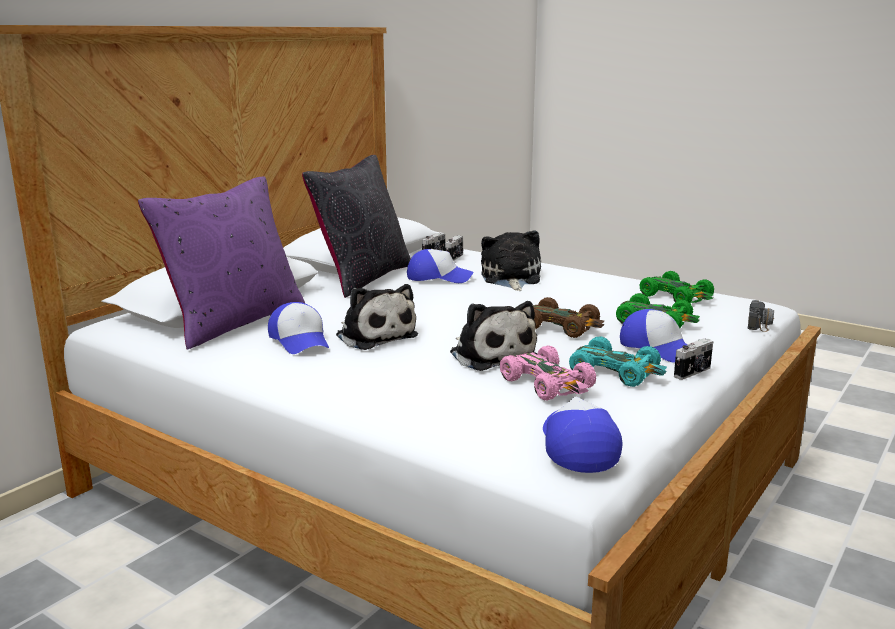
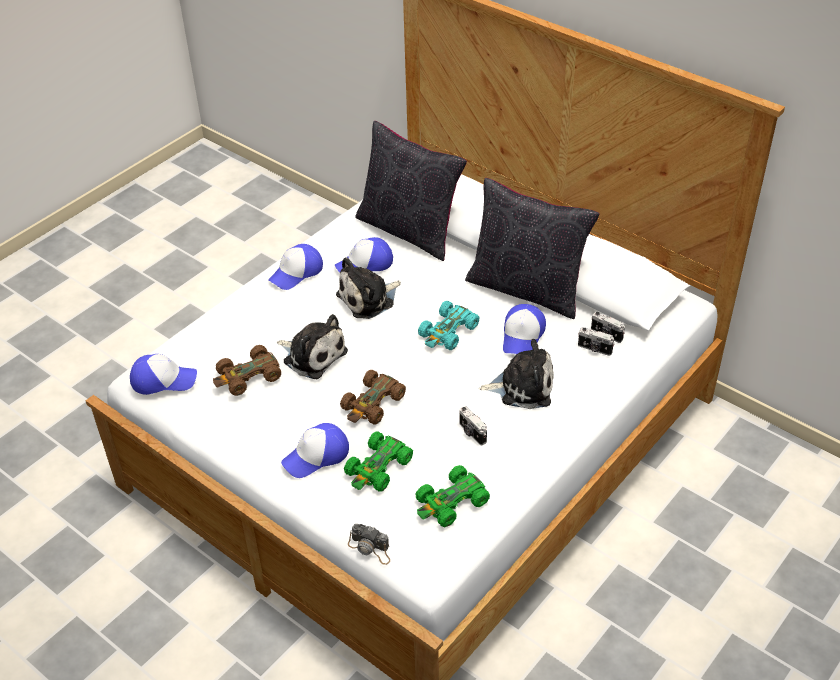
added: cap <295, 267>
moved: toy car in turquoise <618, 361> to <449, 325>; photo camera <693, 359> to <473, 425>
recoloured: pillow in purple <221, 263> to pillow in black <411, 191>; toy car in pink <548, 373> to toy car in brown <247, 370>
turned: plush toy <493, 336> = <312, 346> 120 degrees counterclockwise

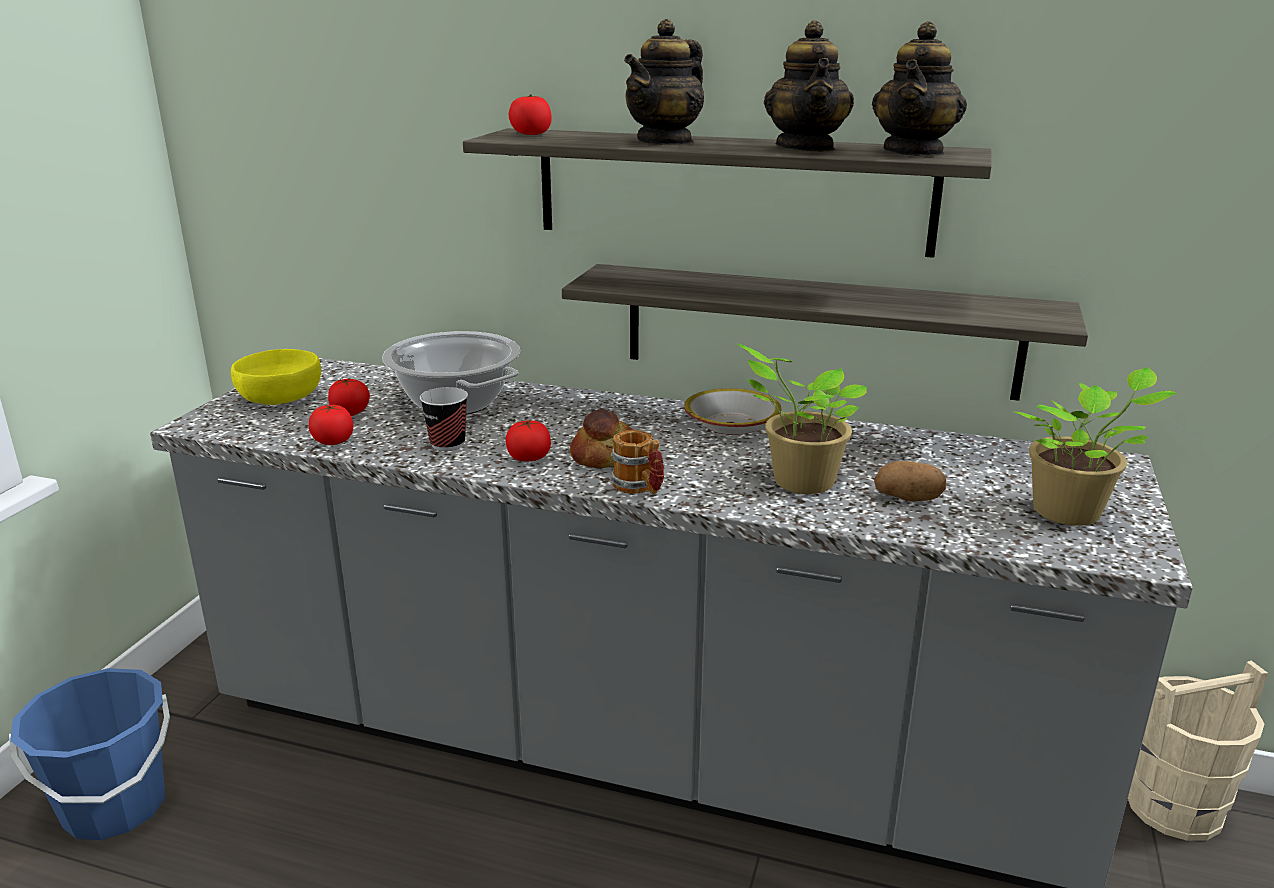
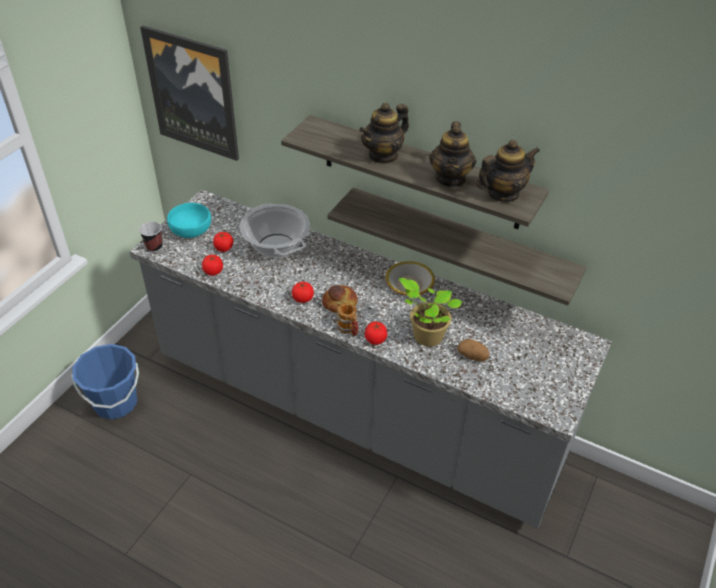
removed: potted plant <1095, 446>; bucket in beige <1198, 751>
added: picture <189, 93>
moved: tomato <530, 114> to <376, 333>; cup <444, 419> to <151, 237>
recoloured: bowl in yellow <276, 377> to bowl in turquoise <189, 220>
turned: teapot <919, 89> = <508, 171> 150 degrees counterclockwise

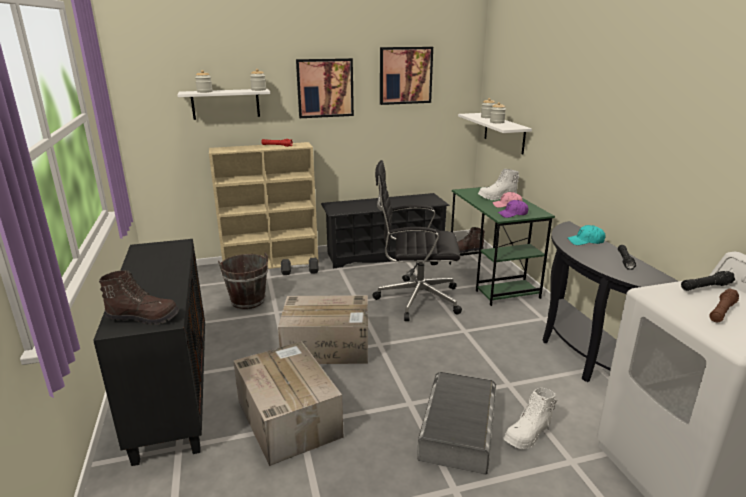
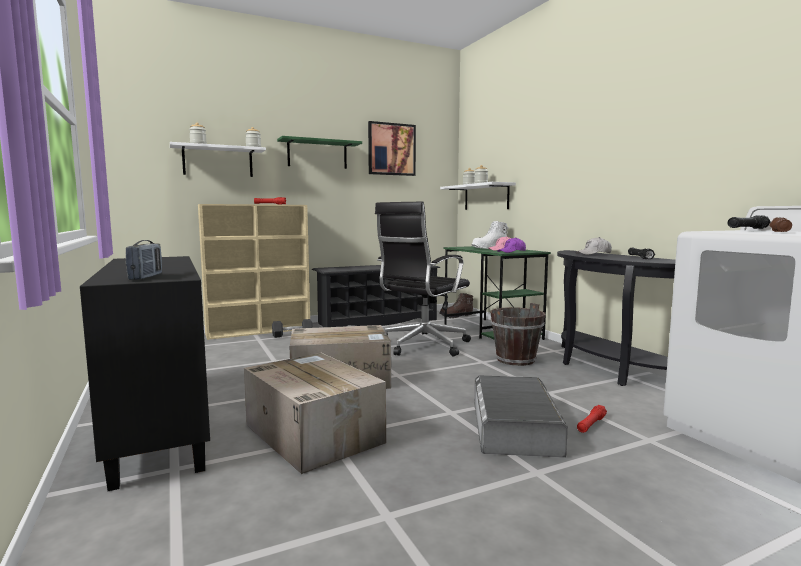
moved: bucket in brown <243, 281> to <518, 334>
replaced: picture <325, 88> to shelf in green <319, 152>; boot in brown <139, 297> to radio <144, 260>; boot in white <531, 418> to flashlight in red <592, 419>
recoloured: cap in turquoise <586, 235> to cap in white <594, 246>
turned: office chair in black <417, 240> = <423, 279> 45 degrees counterclockwise

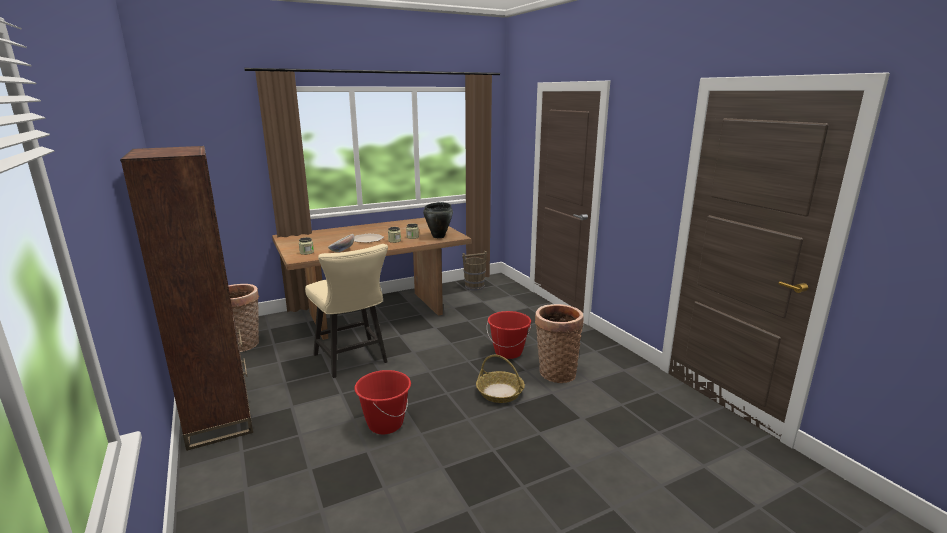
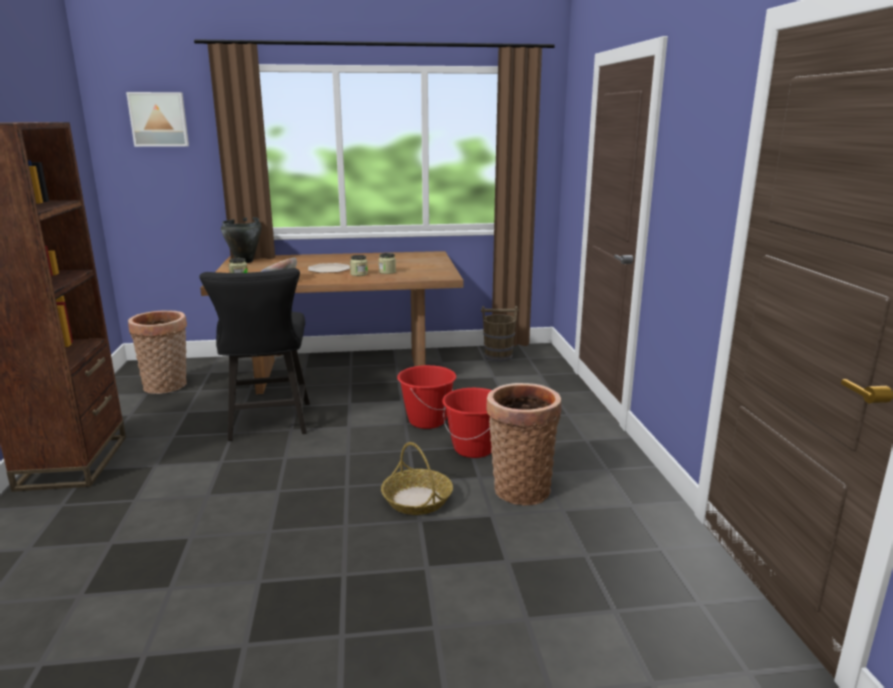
added: picture <157, 119>
moved: cooking pot in black <438, 220> to <241, 240>; bucket in red <382, 402> to <426, 397>
recoloured: chair in beige <346, 311> to chair in black <254, 354>

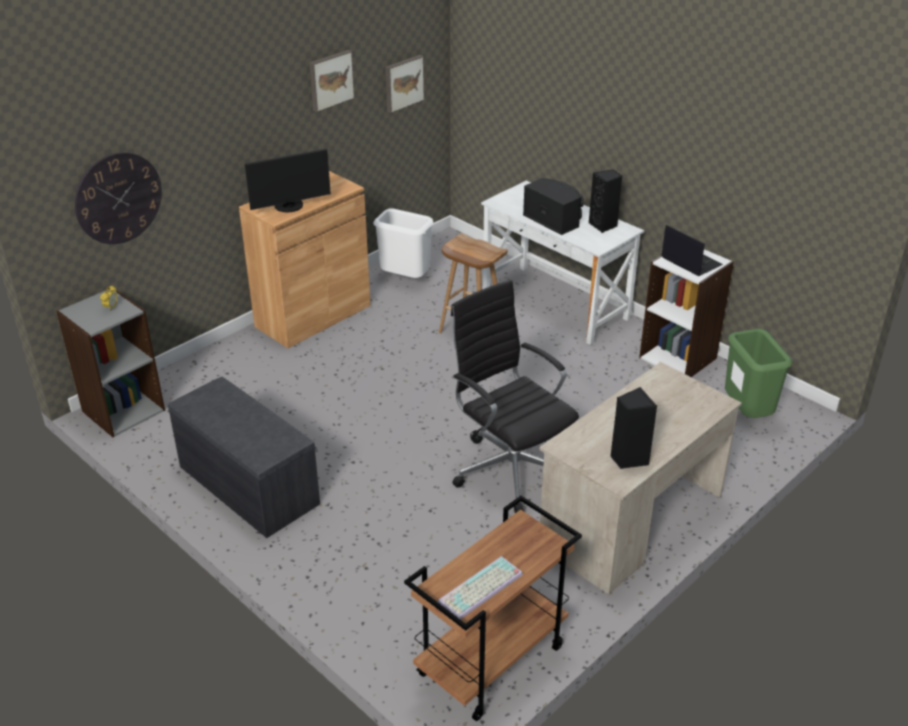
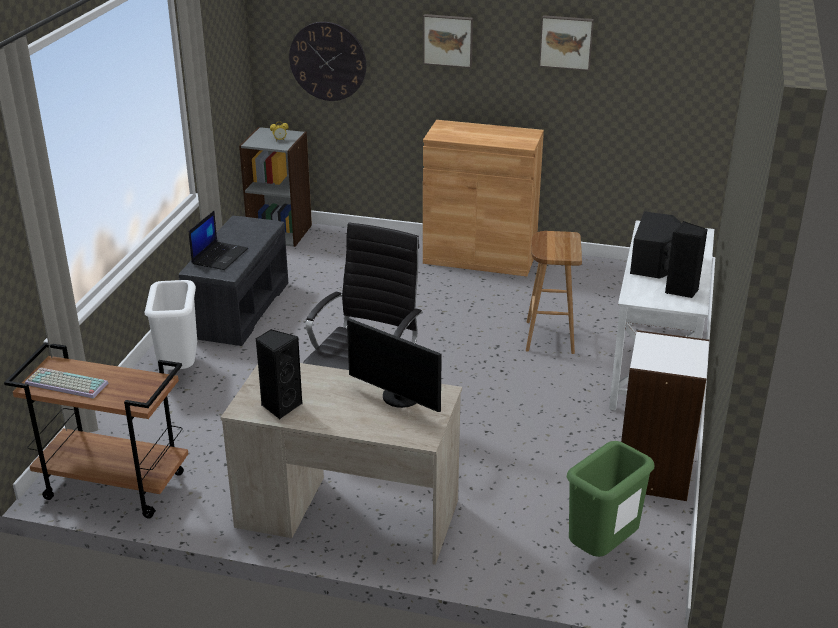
moved: picture <405, 84> to <448, 41>; monitor <288, 180> to <394, 364>; trash can in white <403, 243> to <171, 325>; laptop <692, 250> to <218, 240>

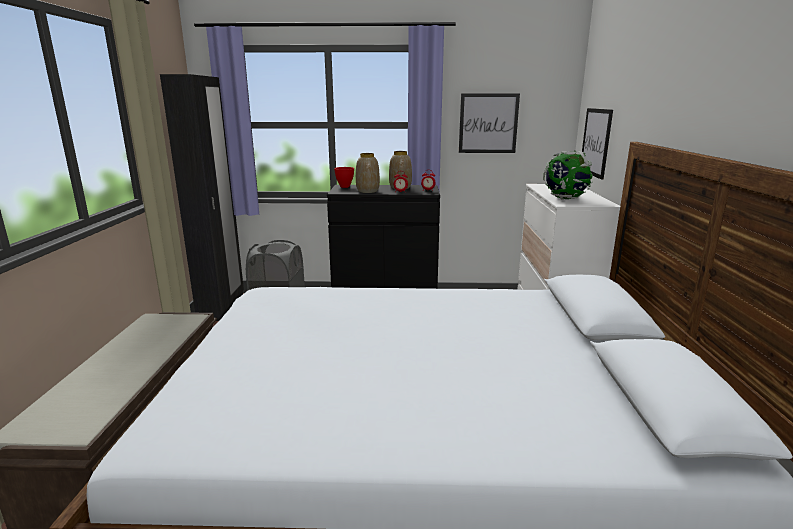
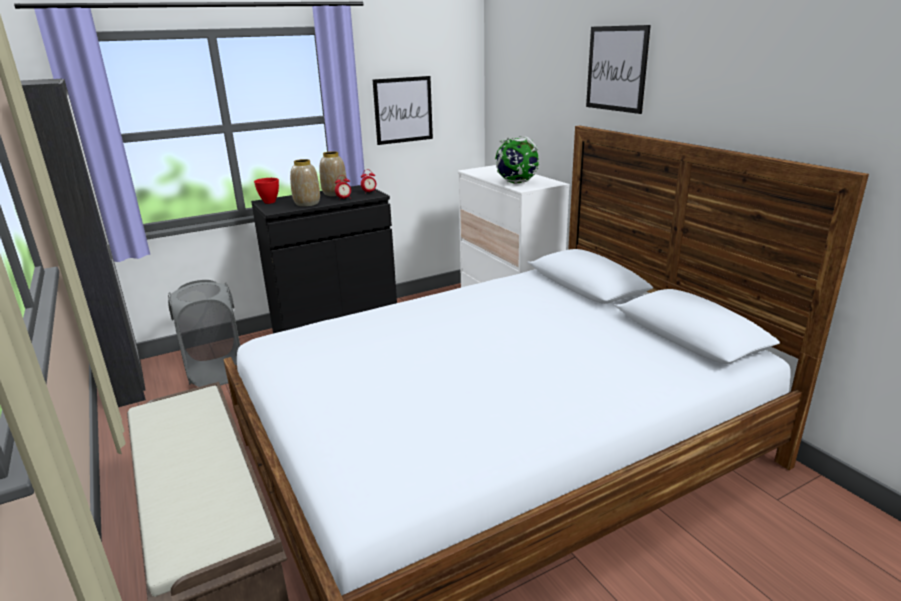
moved: picture <597, 144> to <618, 69>

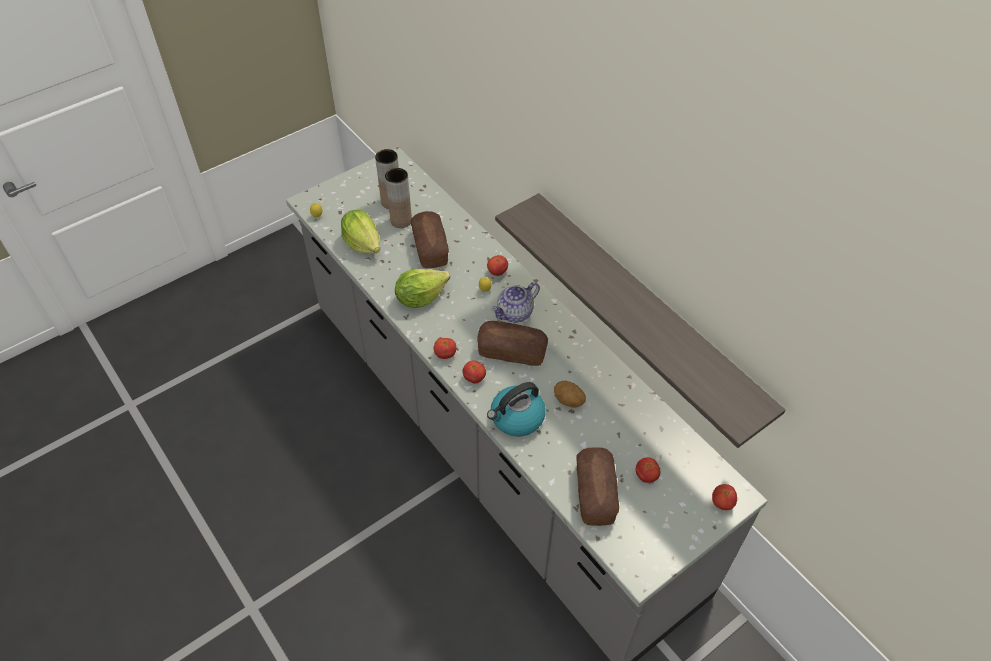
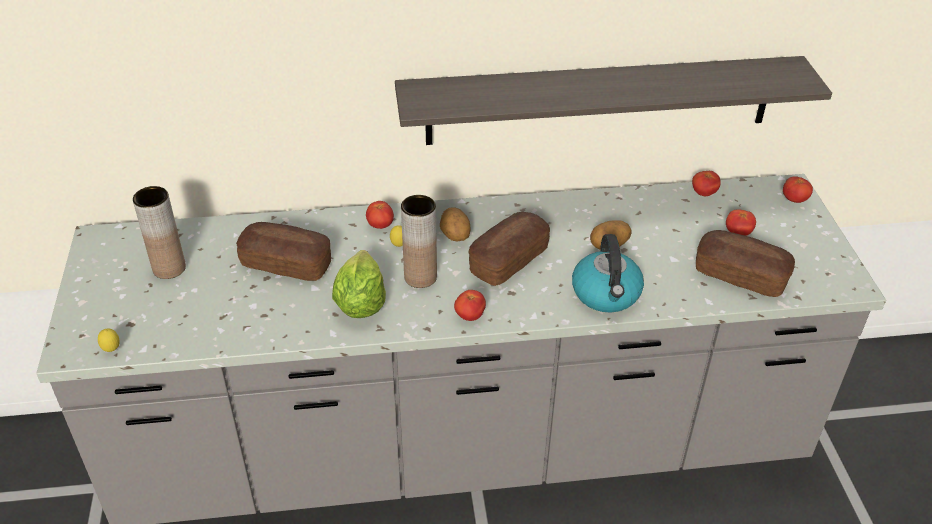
removed: lettuce <360, 232>
moved: vase in brown <398, 198> to <419, 241>; tomato <474, 372> to <706, 183>
replaced: teapot <515, 302> to potato <455, 224>

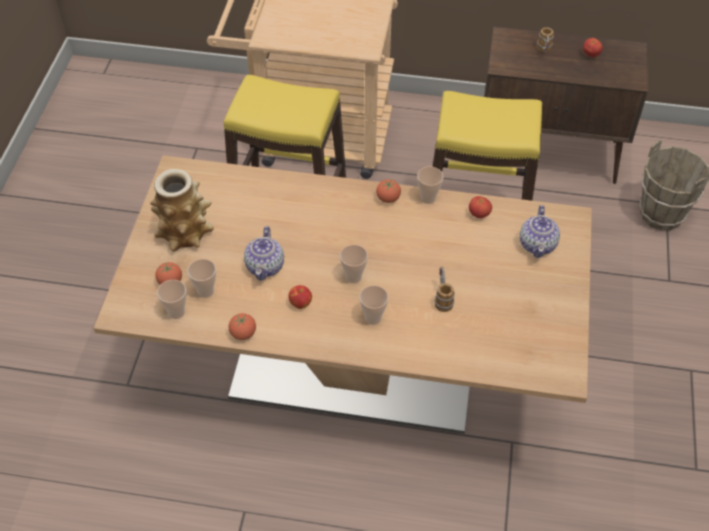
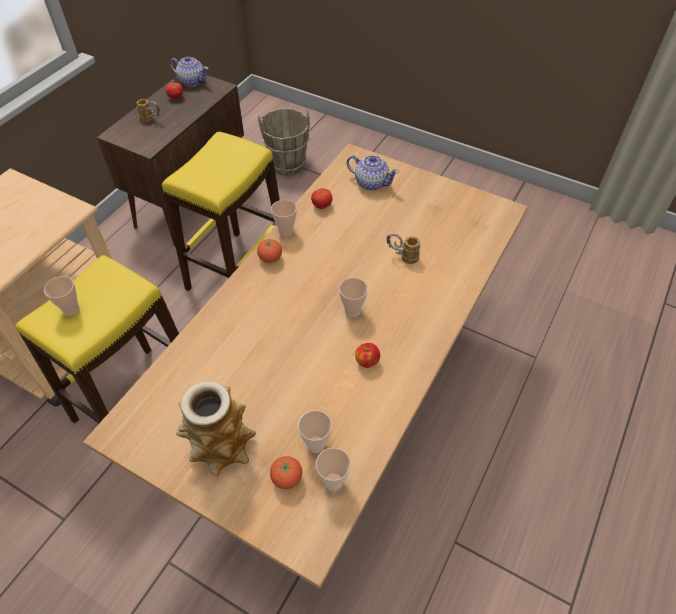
removed: tomato <242, 326>
moved: teapot <264, 253> to <189, 71>; cup <373, 305> to <61, 296>

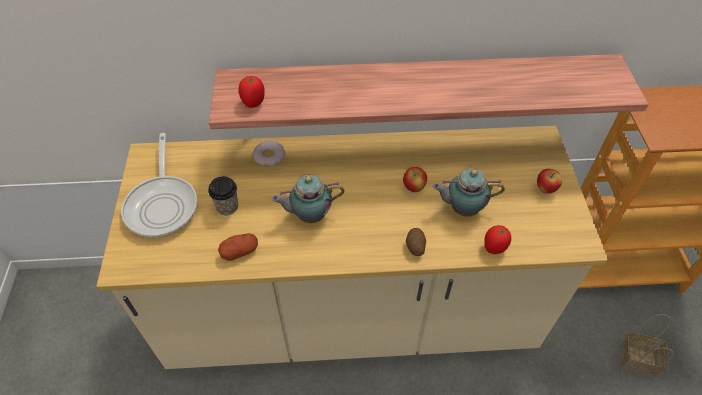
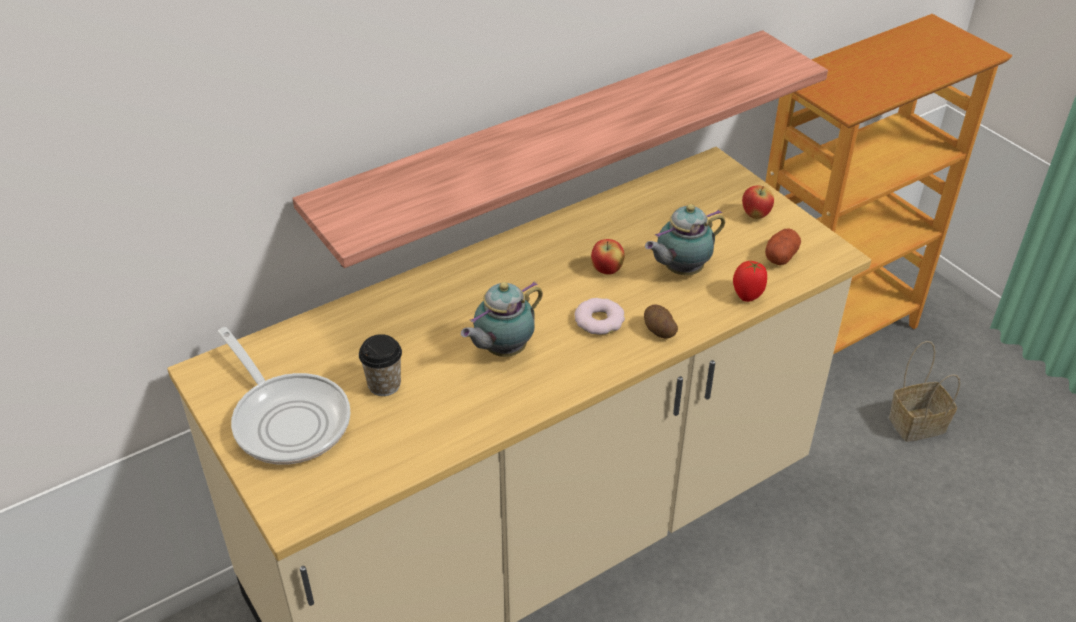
removed: tomato <251, 92>
moved: donut <269, 153> to <600, 316>; potato <238, 247> to <783, 246>

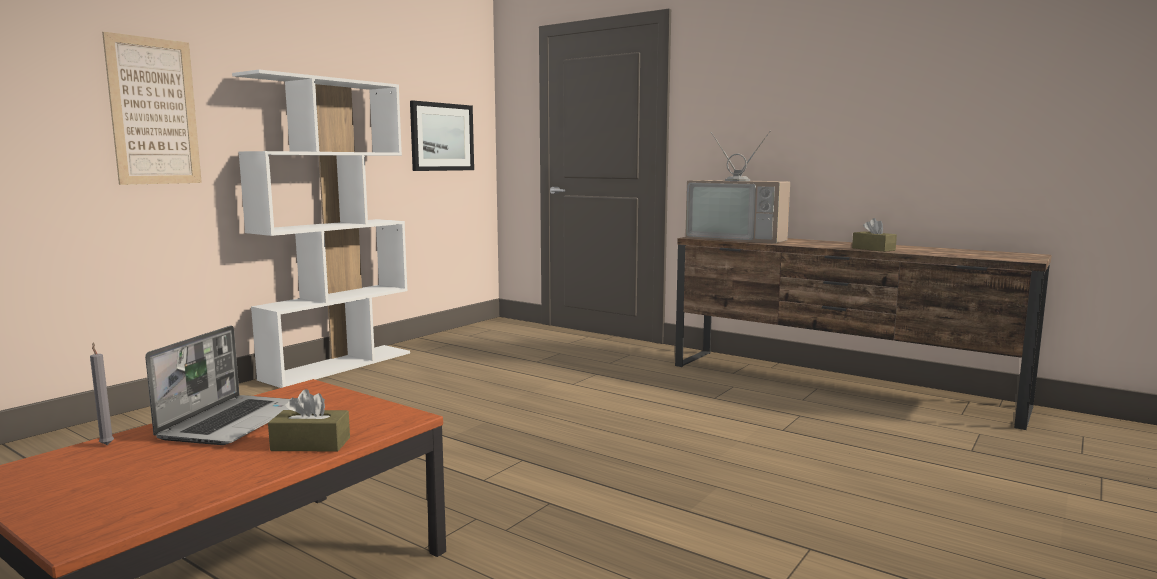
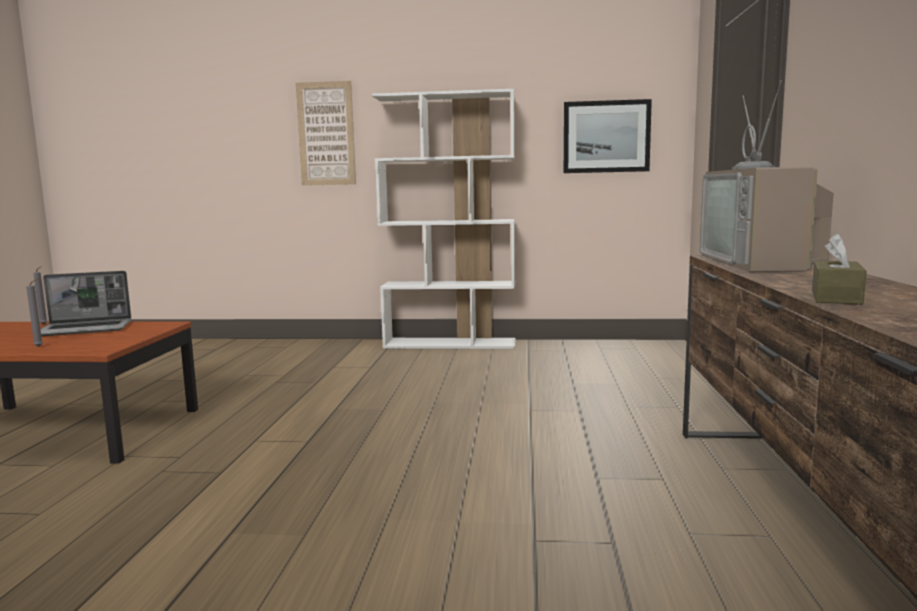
replaced: tissue box in brown <309, 420> to candle in grey <34, 312>

